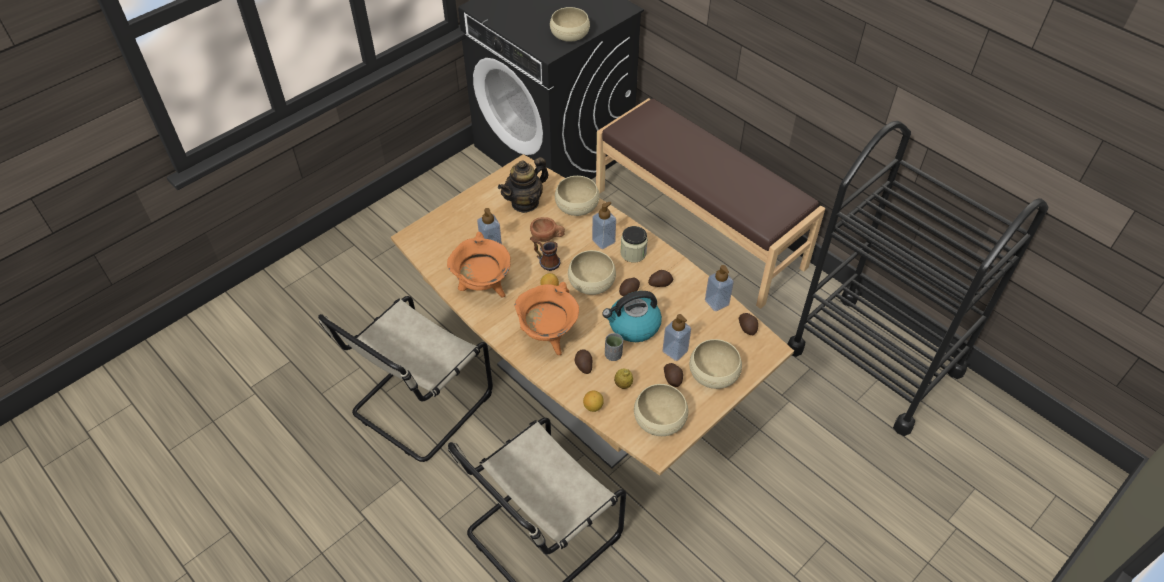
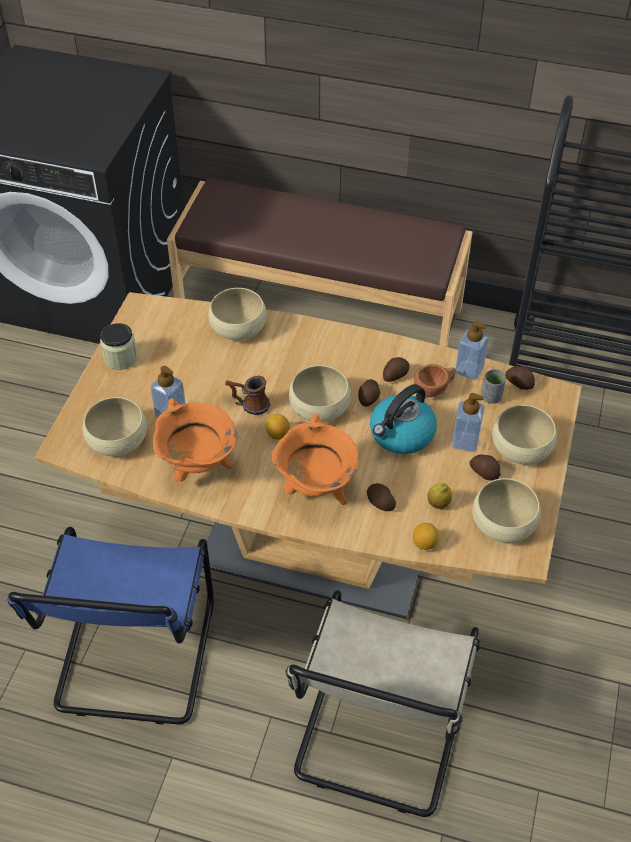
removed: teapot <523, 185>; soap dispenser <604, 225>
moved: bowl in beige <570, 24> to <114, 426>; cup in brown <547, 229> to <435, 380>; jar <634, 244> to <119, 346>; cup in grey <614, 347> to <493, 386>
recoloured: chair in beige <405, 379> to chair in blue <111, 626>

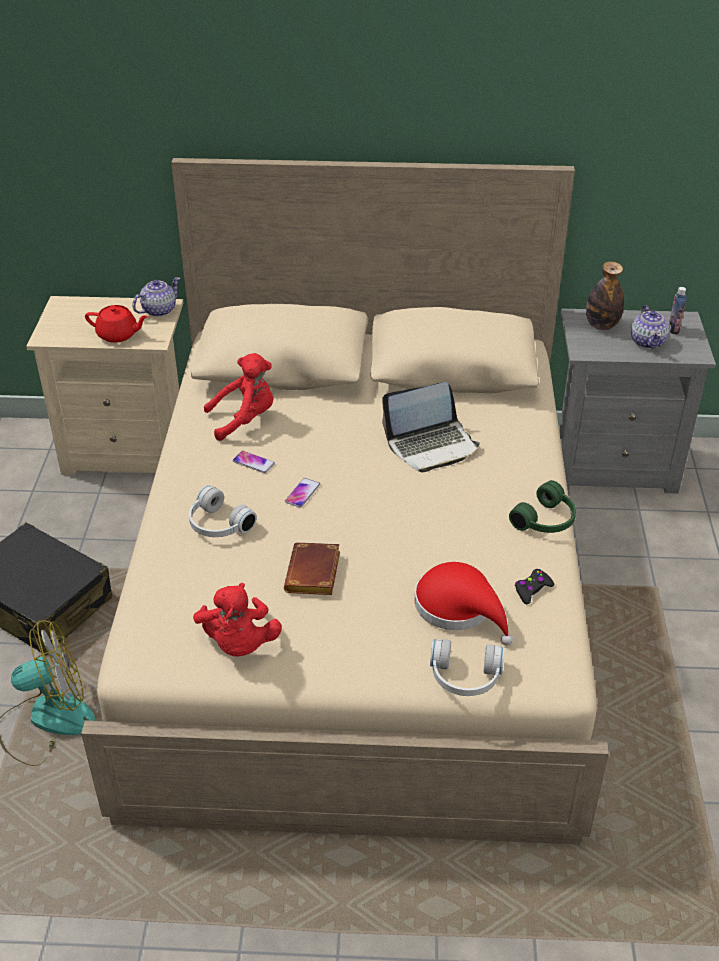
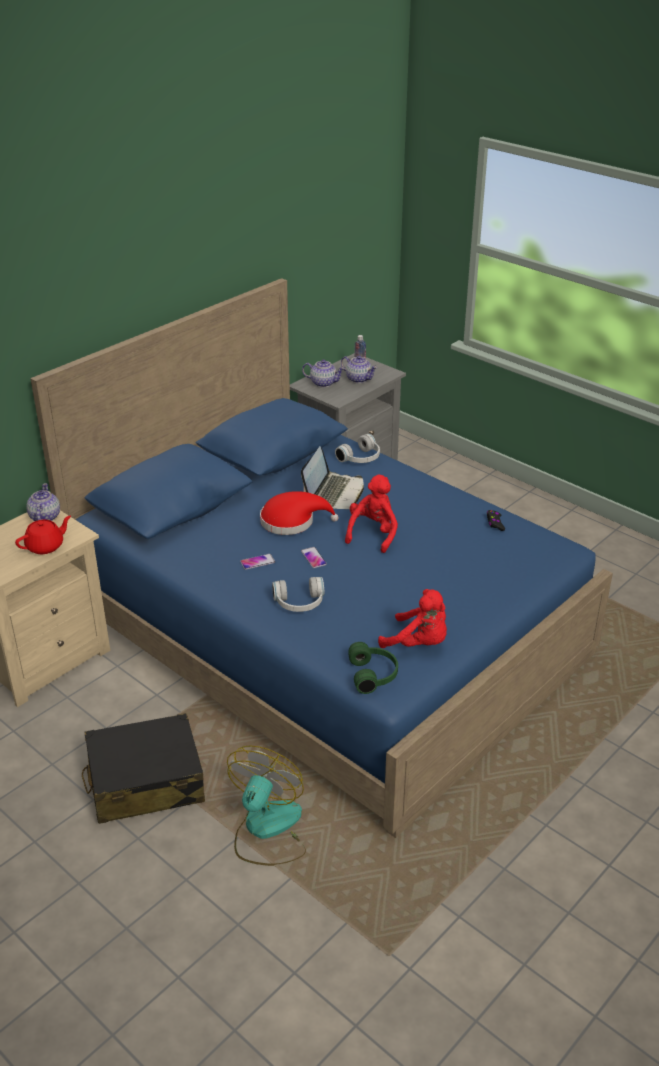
removed: book in brown <312, 568>
moved: plush toy in red <239, 397> to <371, 513>; headphones in green <542, 506> to <373, 668>; hat in red <463, 604> to <299, 513>; headphones in white <467, 667> to <357, 448>
replaced: bottle <605, 295> to teapot <323, 374>
recoloured: bed in beige <345, 501> to bed in blue <321, 558>

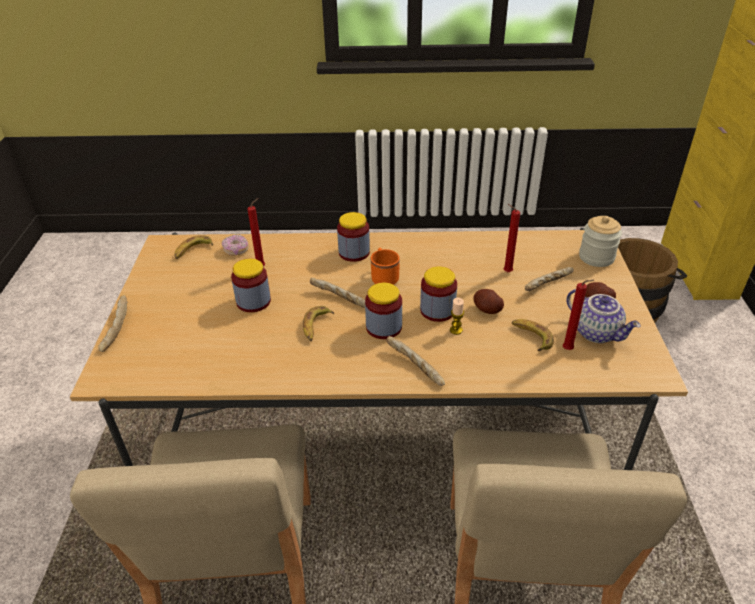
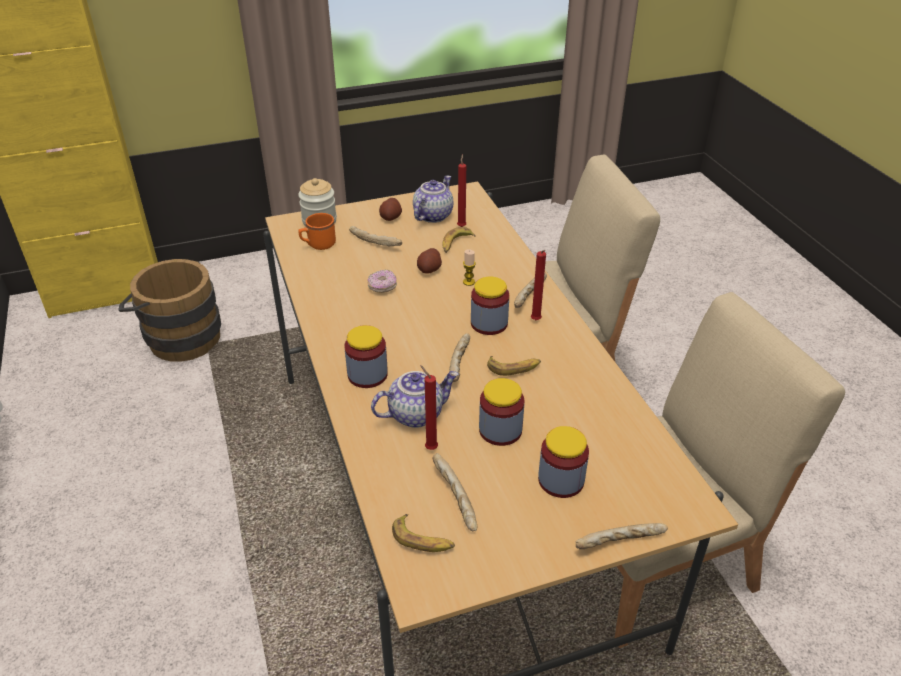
added: teapot <415, 399>; bread <454, 492>
moved: candle in red <511, 238> to <538, 285>; donut <235, 245> to <382, 281>; mug in orange <385, 266> to <317, 231>; jar <438, 294> to <563, 462>

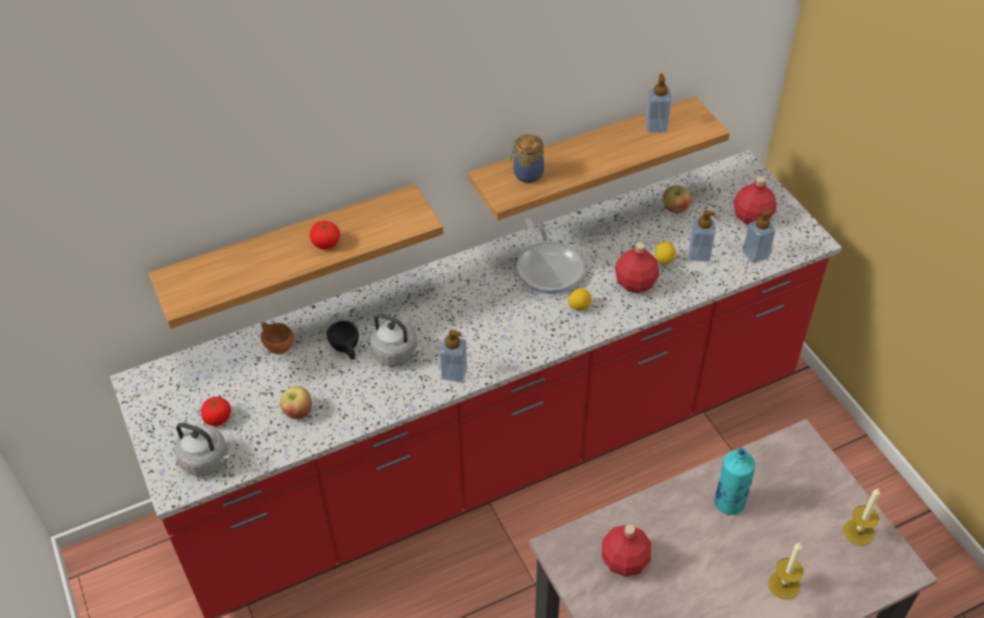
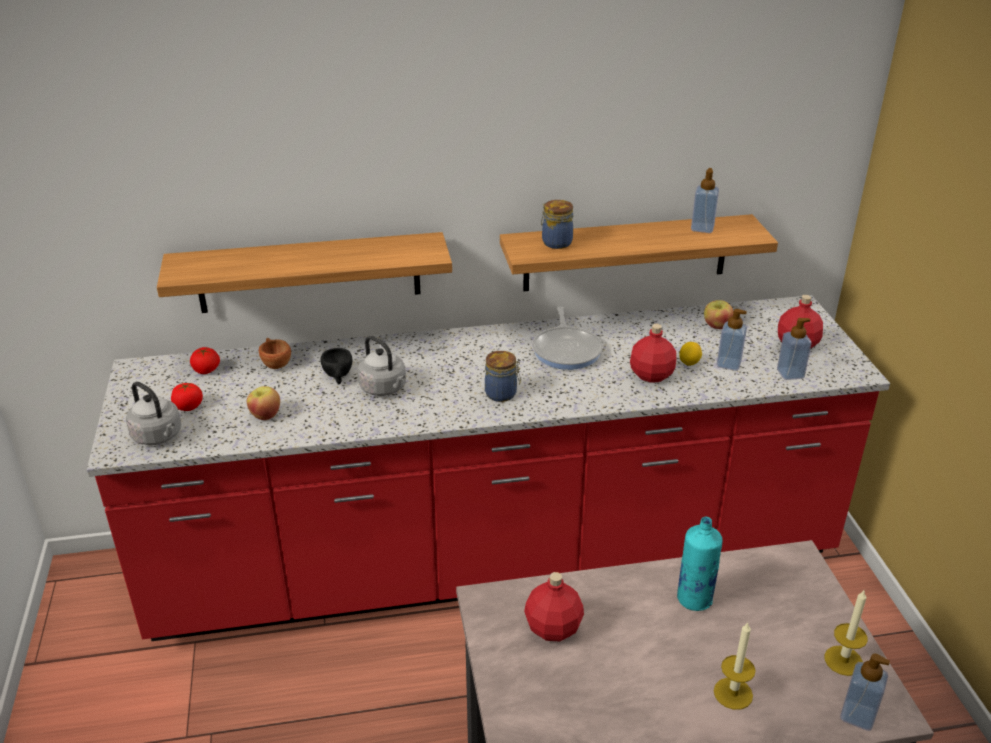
removed: lemon <580, 299>
added: jar <503, 376>
moved: tomato <325, 235> to <205, 360>; soap dispenser <453, 356> to <865, 692>

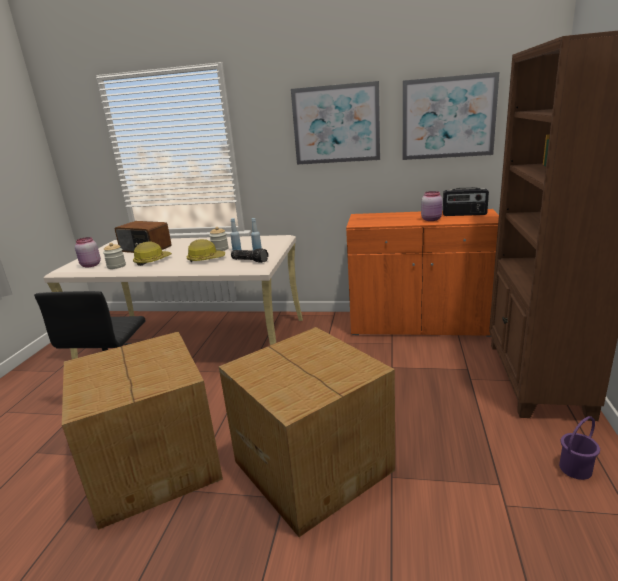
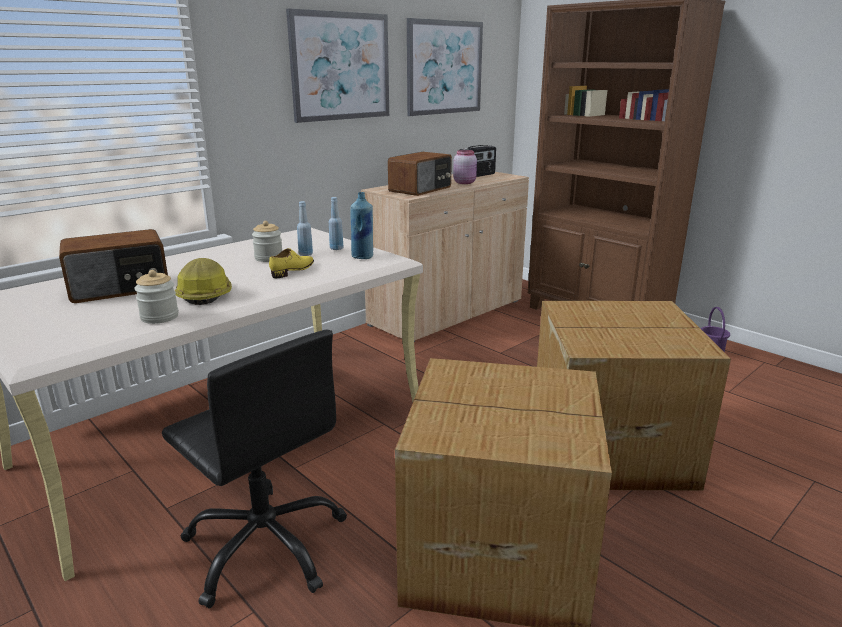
removed: jar in pink <88, 252>
added: radio <420, 174>
replaced: hard hat <206, 250> to shoe in yellow <291, 263>; flashlight <249, 255> to bottle in blue <361, 225>
recoloured: cabinet in orange <422, 273> to cabinet in beige <445, 257>

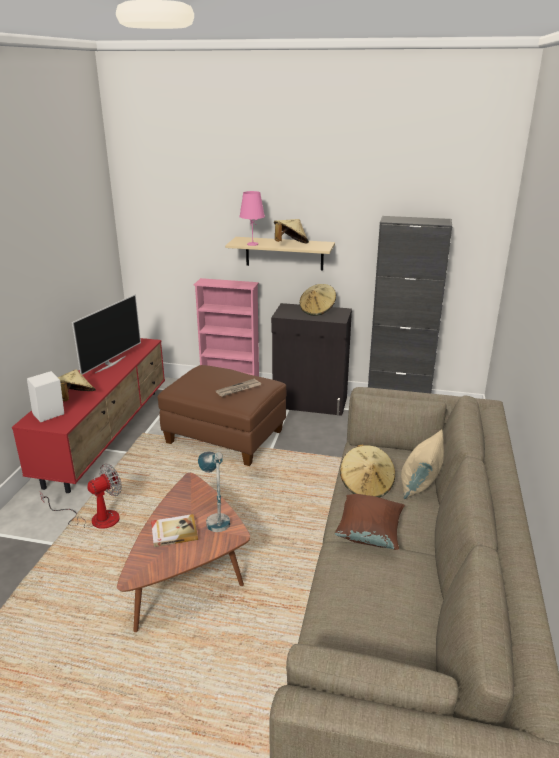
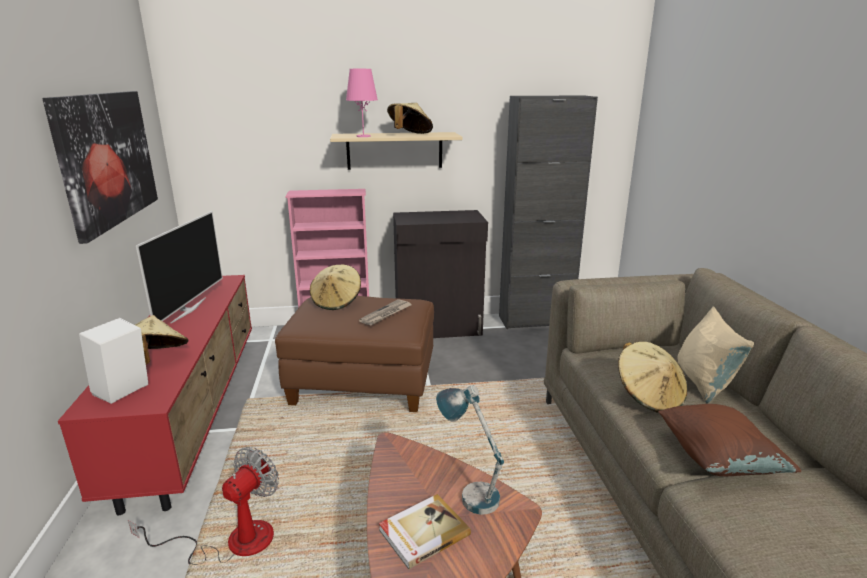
added: picture <100, 167>
moved: hat in beige <318, 300> to <335, 287>

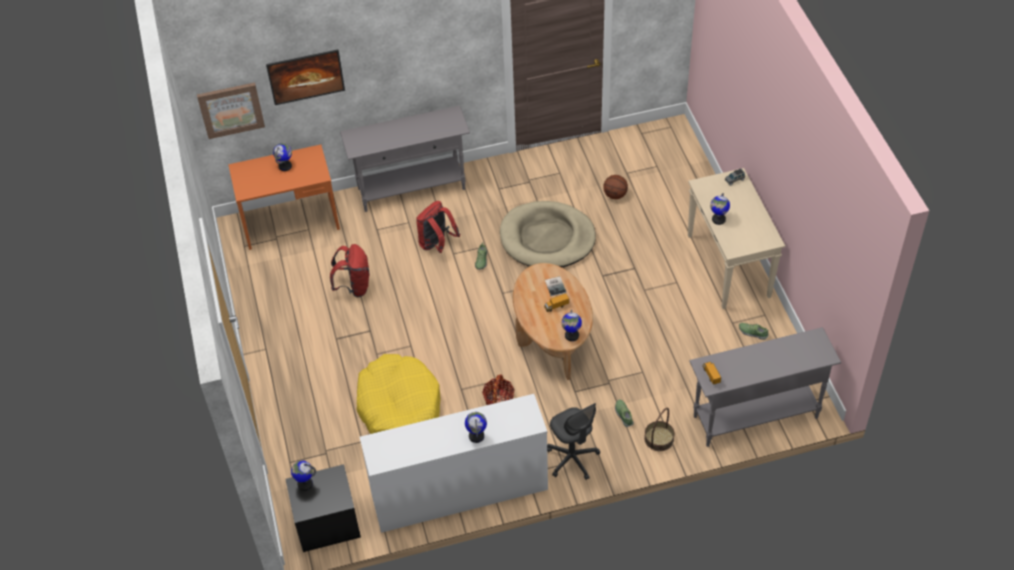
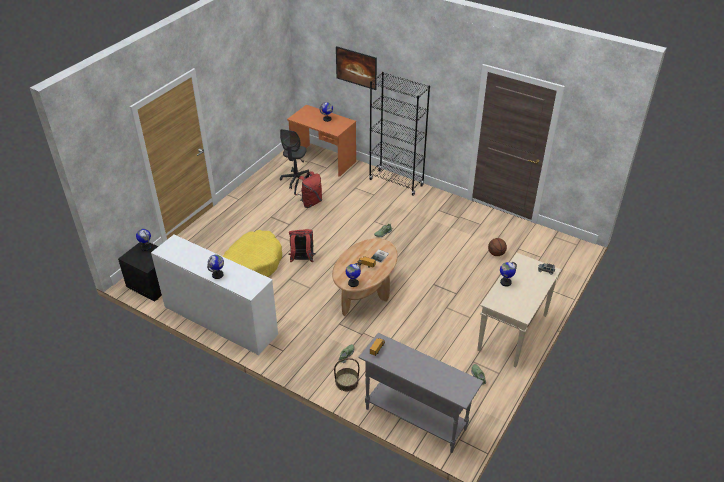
removed: picture <231, 111>; dog bed in beige <548, 234>; basket <498, 389>
moved: backpack in red <438, 227> to <301, 246>; office chair in grey <573, 441> to <294, 159>
replaced: console table in grey <405, 159> to bookcase in black <399, 134>

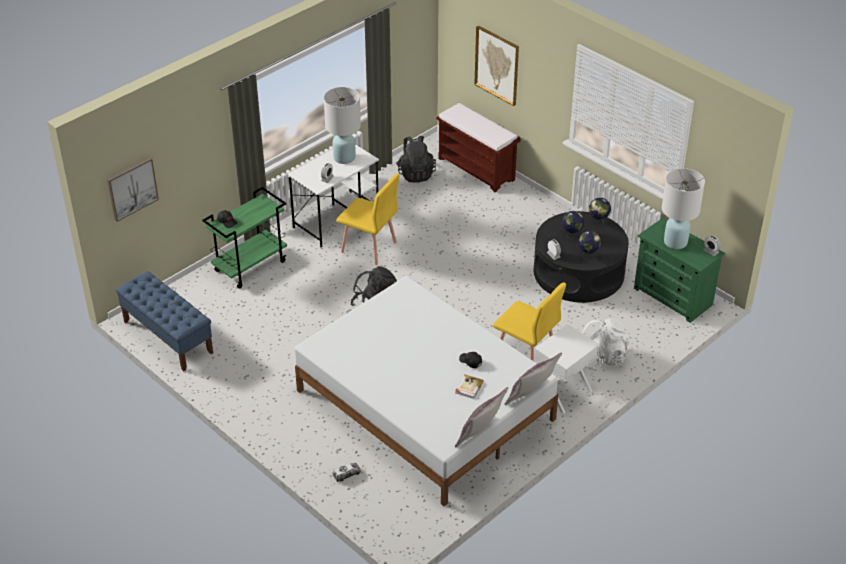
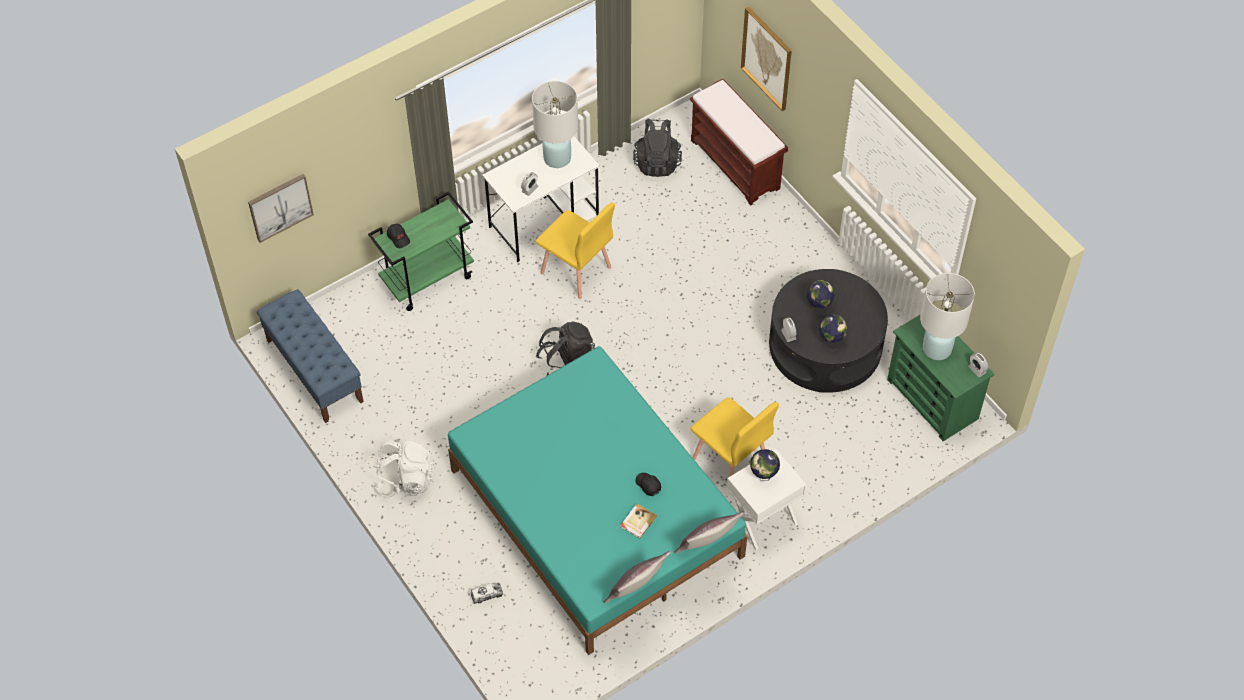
moved: globe <600, 210> to <765, 465>; backpack in white <605, 344> to <405, 469>
recoloured: bed in white <426, 391> to bed in turquoise <597, 500>

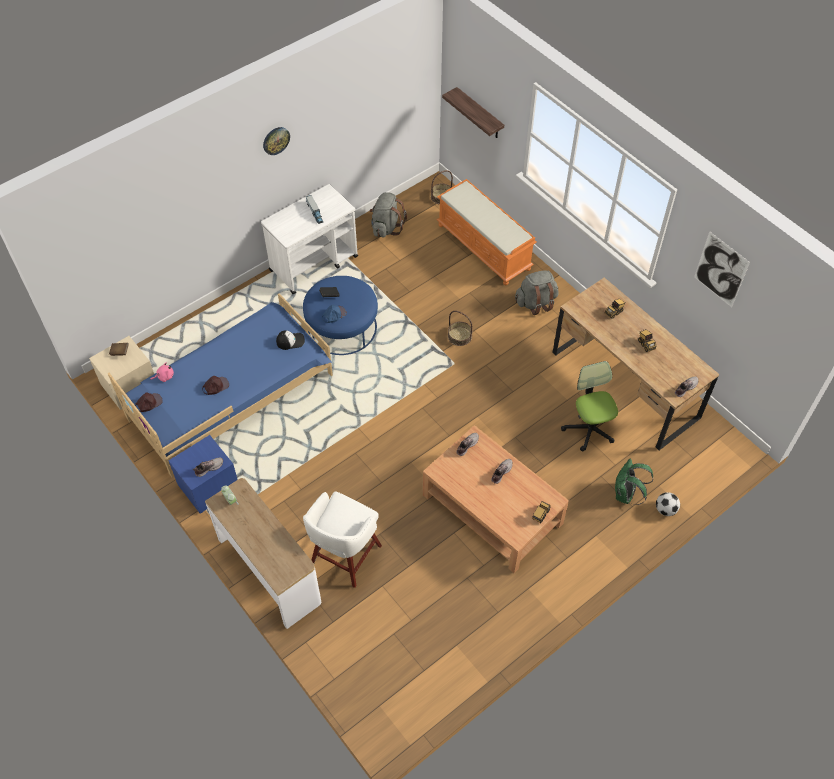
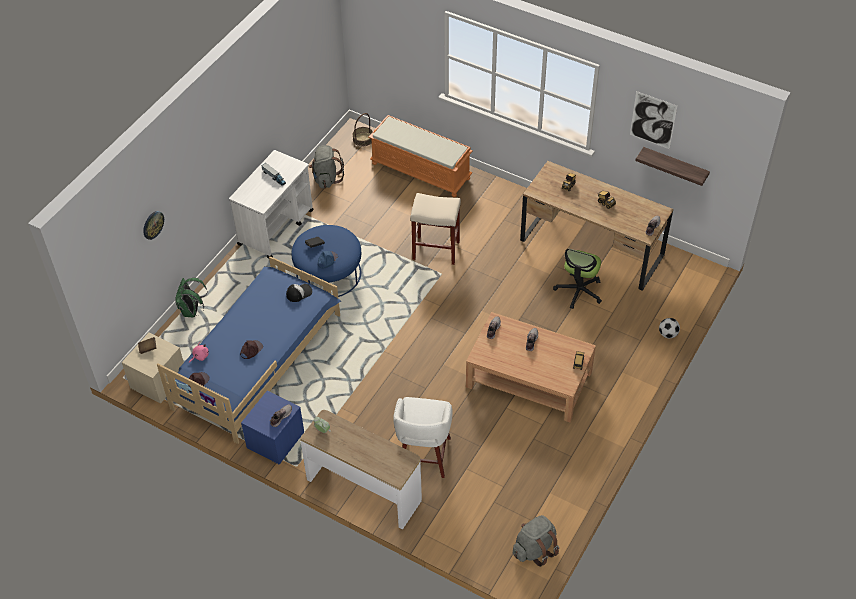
moved: shelf <473, 112> to <672, 166>; wall clock <276, 141> to <153, 225>; backpack in grey <536, 292> to <536, 541>; backpack in green <634, 481> to <191, 297>
replaced: basket <460, 328> to stool in beige <435, 229>
turned: office chair <589, 406> = <577, 279> 120 degrees counterclockwise

